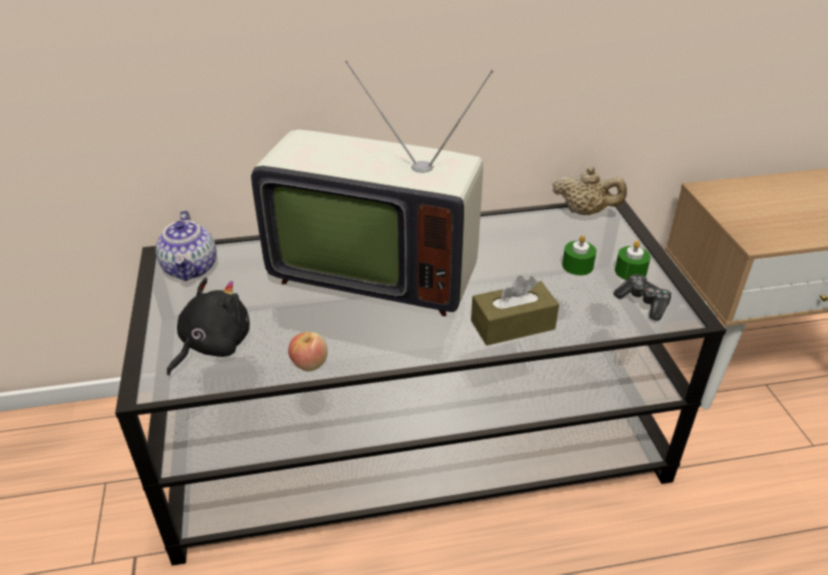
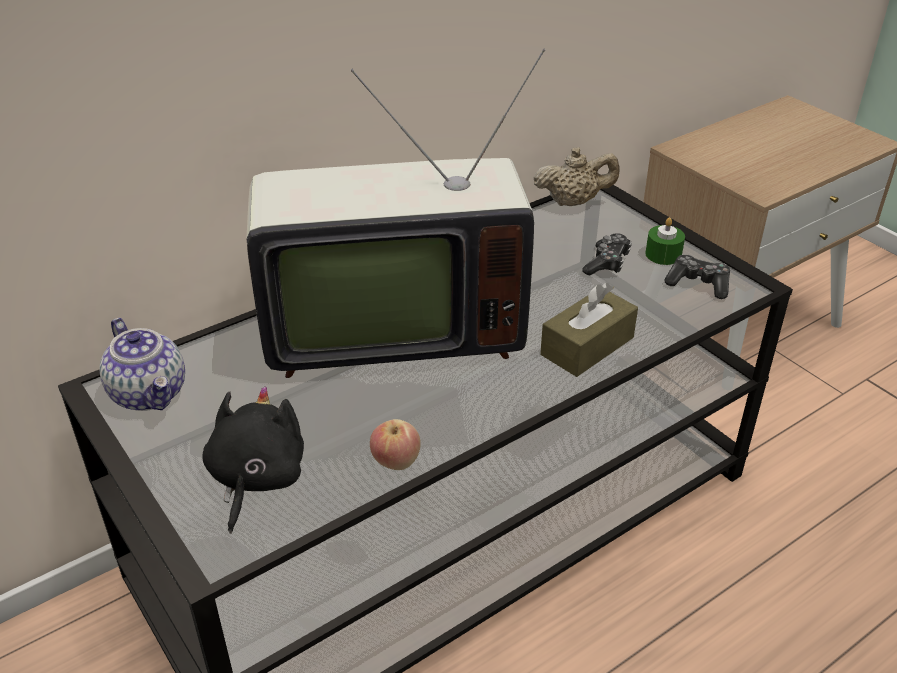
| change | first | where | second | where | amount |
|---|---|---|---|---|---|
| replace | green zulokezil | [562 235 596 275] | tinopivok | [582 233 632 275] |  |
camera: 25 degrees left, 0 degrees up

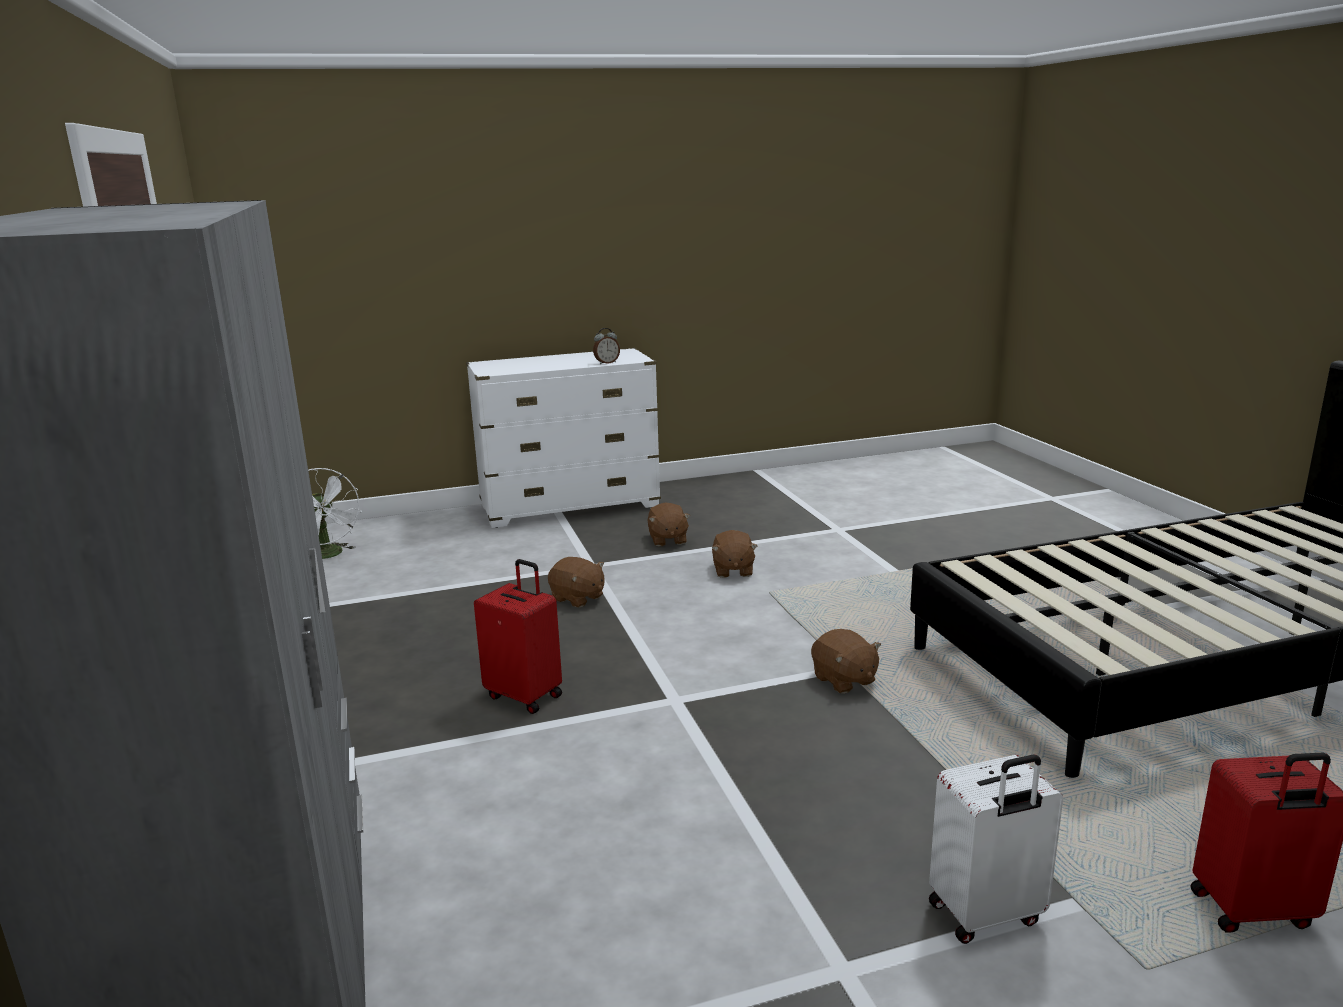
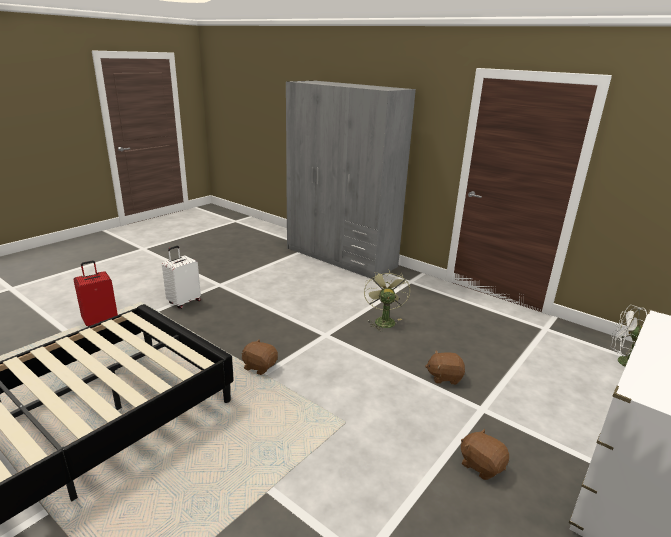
| change | first | where | second | where | amount |
|---|---|---|---|---|---|
| delete | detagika | [593 328 620 365] |  |  |  |
| delete | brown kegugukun | [712 530 757 578] |  |  |  |
| replace | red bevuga | [474 559 562 714] | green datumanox | [364 269 410 331] |  |
camera: 145 degrees right, 5 degrees up

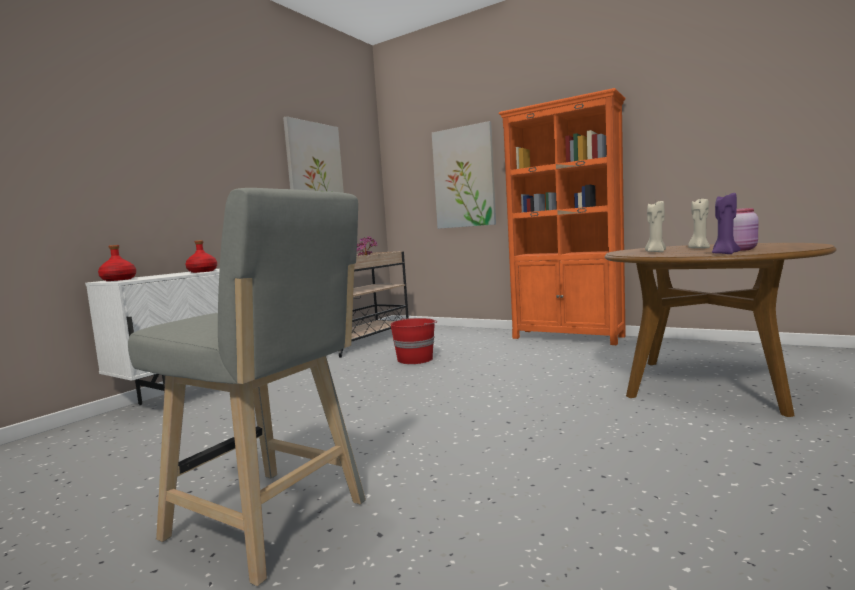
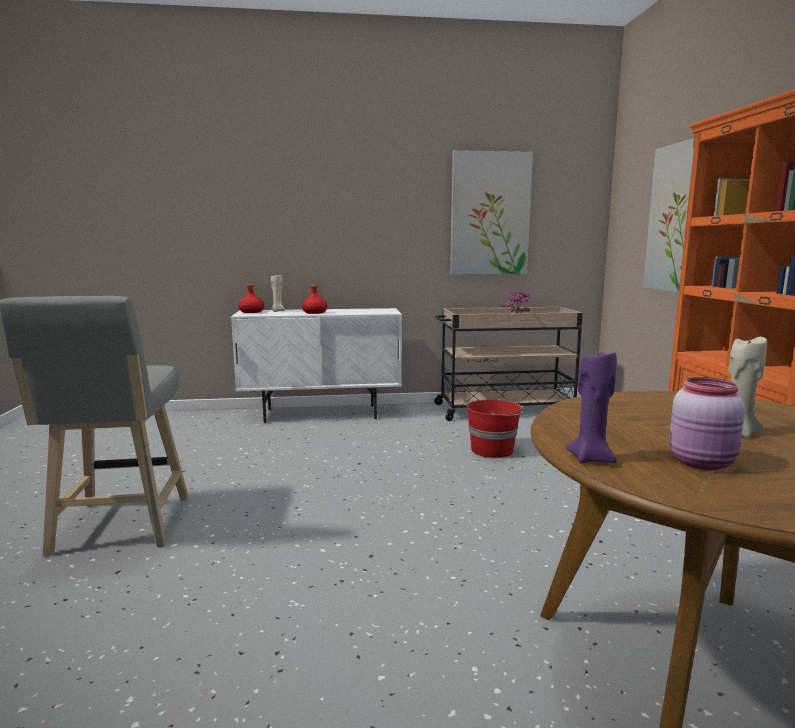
| change | first | where | second | where | amount |
|---|---|---|---|---|---|
| move | beige zulokezil | [645 201 666 252] |  | [270 275 285 312] |  |
camera: 50 degrees right, 5 degrees up

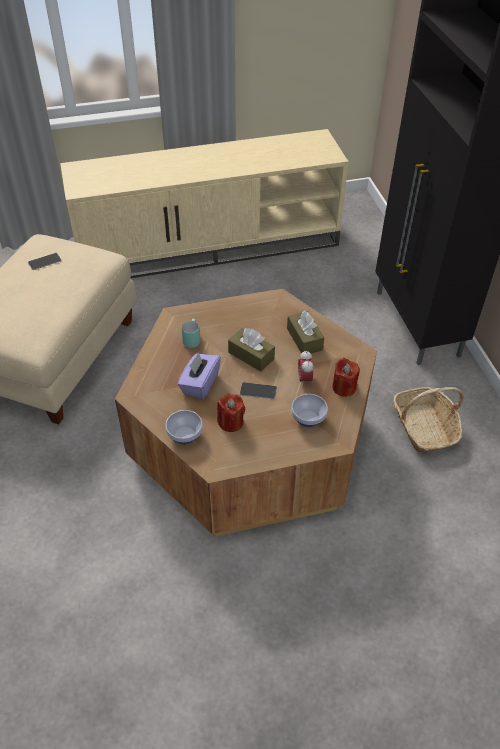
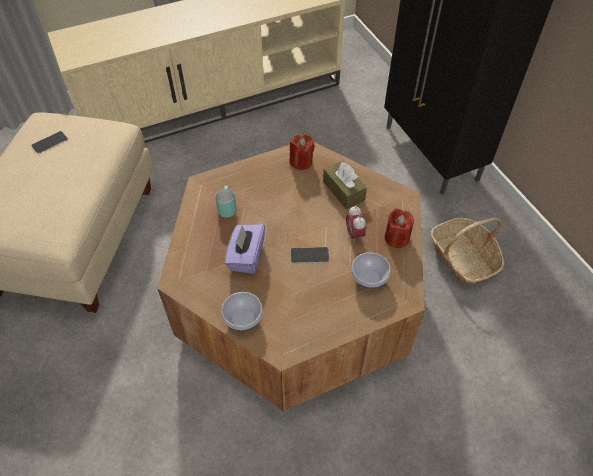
| change | first | where | second | where | amount |
|---|---|---|---|---|---|
| delete | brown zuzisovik | [228 328 275 372] |  |  |  |
| move | red zulokezil | [217 393 246 432] |  | [289 134 315 170] |  |
camera: 10 degrees left, 5 degrees up

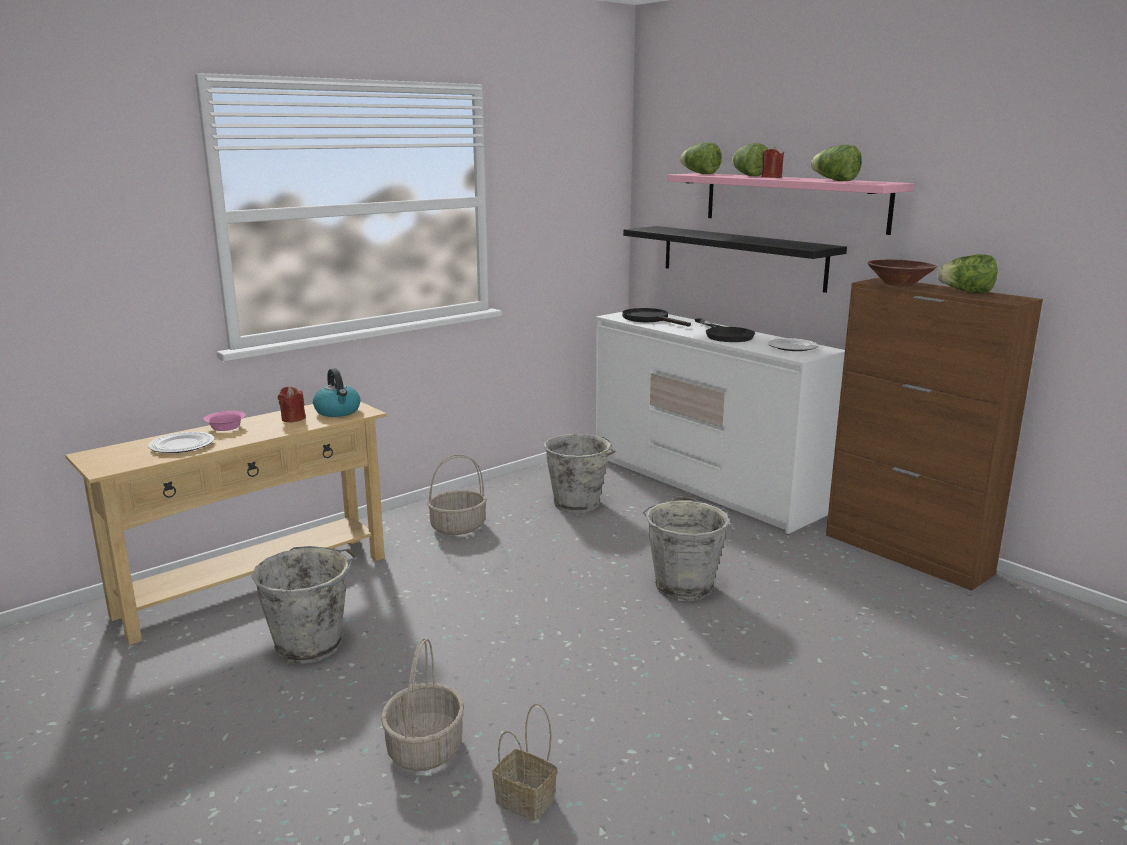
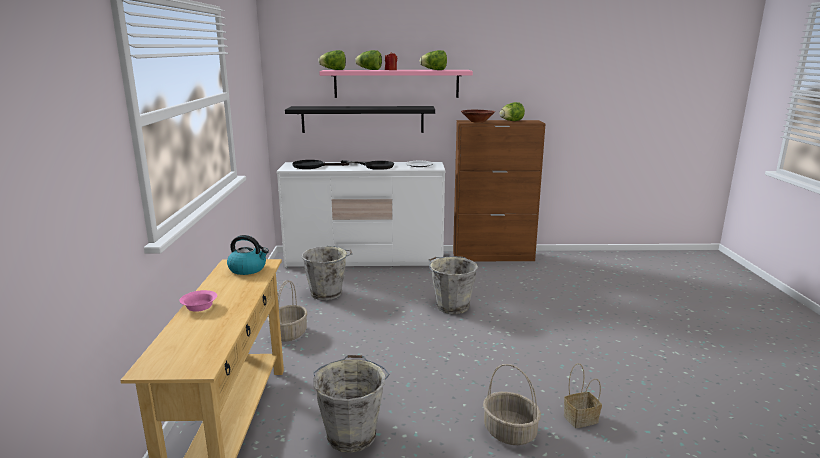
| change | first | where | second | where | amount |
|---|---|---|---|---|---|
| delete | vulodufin | [148 432 214 453] |  |  |  |
| delete | red zulokezil | [278 387 306 422] |  |  |  |
camera: 50 degrees left, 0 degrees up

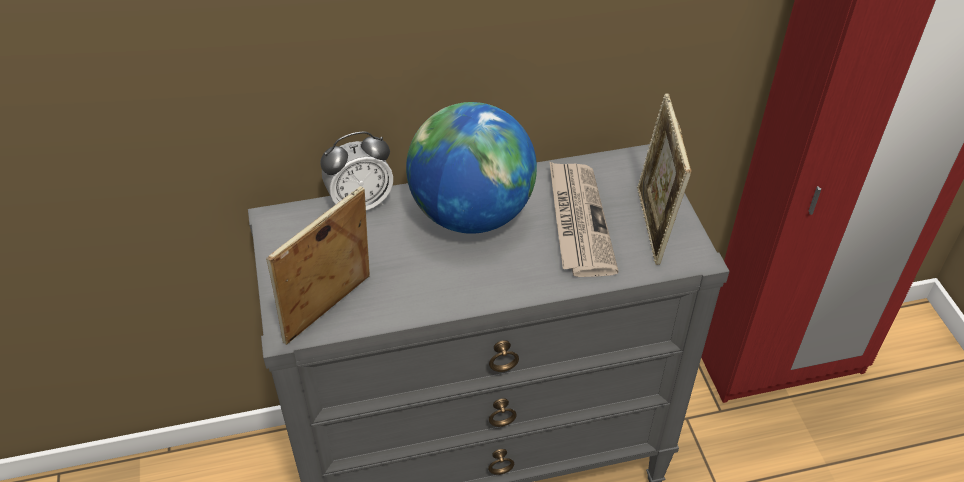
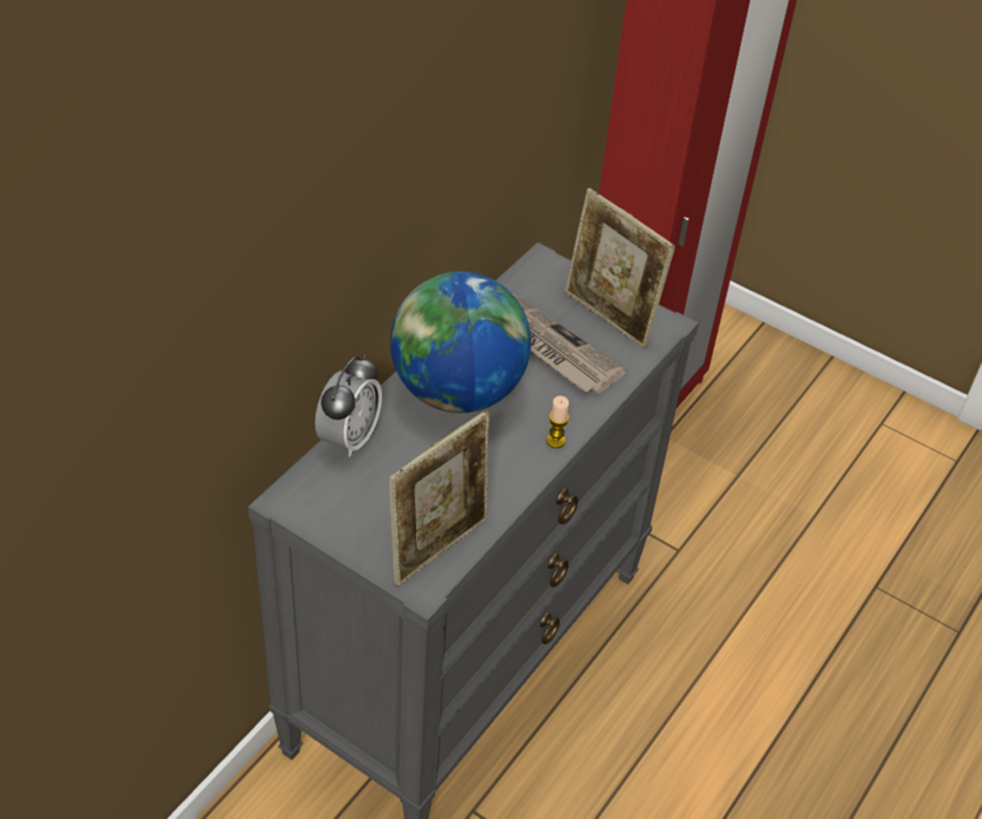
| change | first | where | second | where | amount |
|---|---|---|---|---|---|
| insert |  |  | zulokezil | [546 396 569 448] |  |
| rotate | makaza | [266 186 370 345] |  | [388 410 489 587] | 135 degrees counterclockwise |
camera: 45 degrees left, 0 degrees up

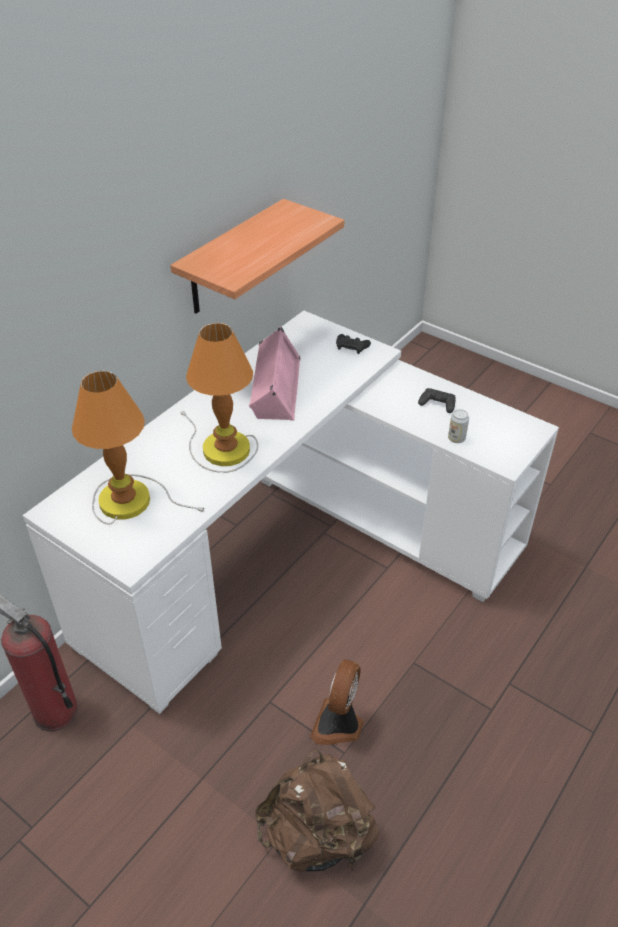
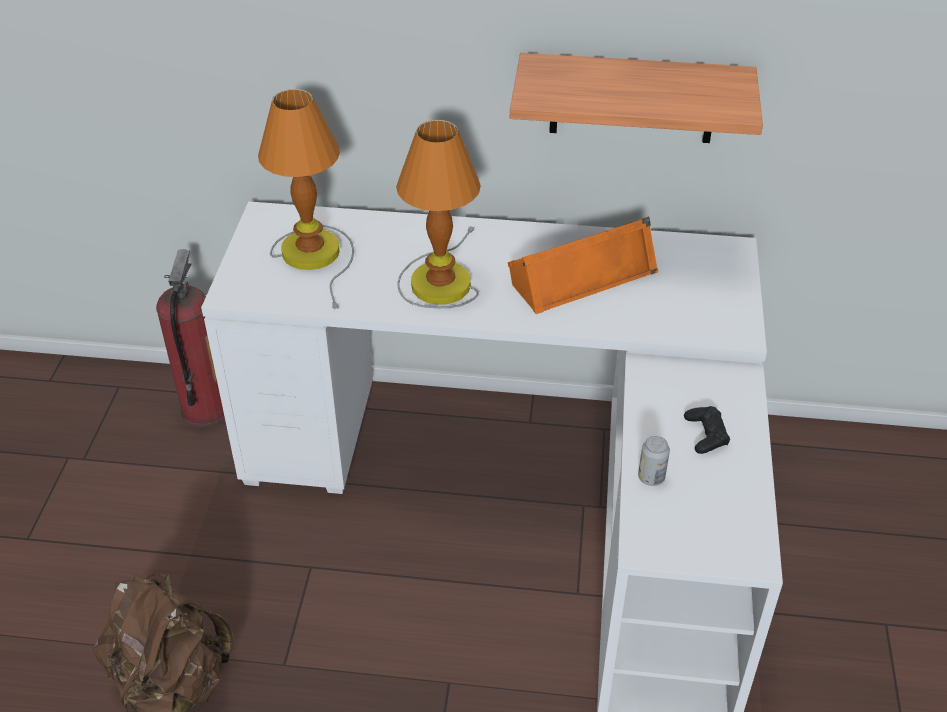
| change | first | where | second | where | amount |
|---|---|---|---|---|---|
| delete | datumanox | [310 659 364 745] |  |  |  |
| delete | black tinopivok | [336 334 371 354] |  |  |  |
| recolor | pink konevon | [249 326 300 420] | orange konevon | [508 216 658 314] |  |
camera: 60 degrees right, 0 degrees up

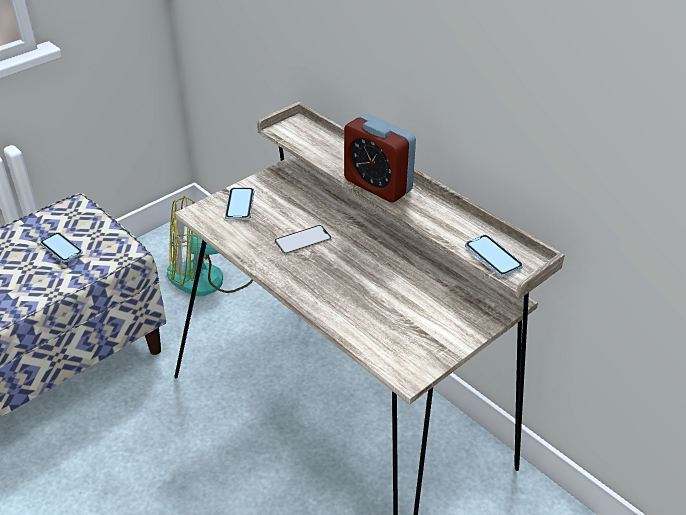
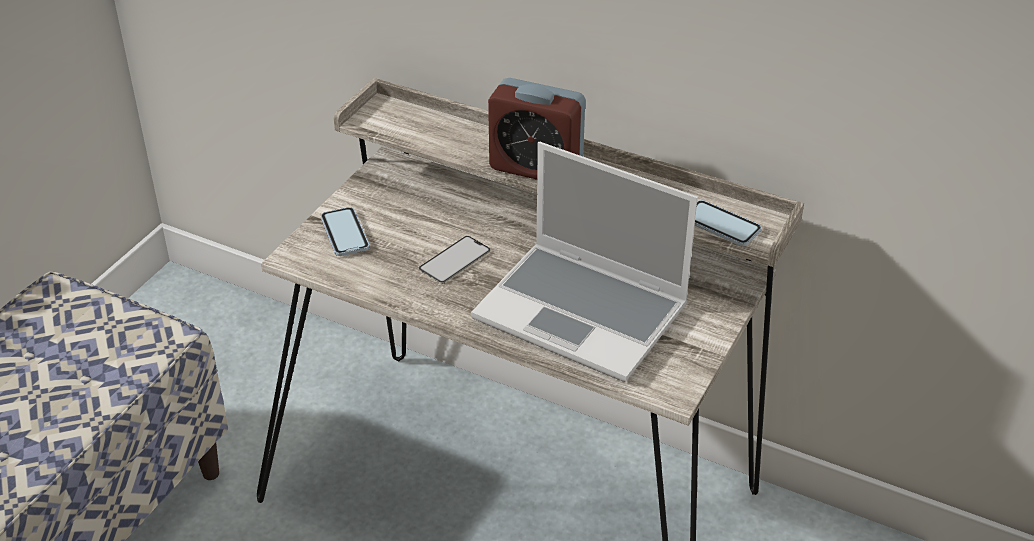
| change | first | where | second | where | amount |
|---|---|---|---|---|---|
| delete | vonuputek | [40 232 83 263] |  |  |  |
| delete | datumanox | [167 196 253 296] |  |  |  |
| insert |  |  | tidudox | [471 142 698 382] |  |
camera: 20 degrees left, 0 degrees up

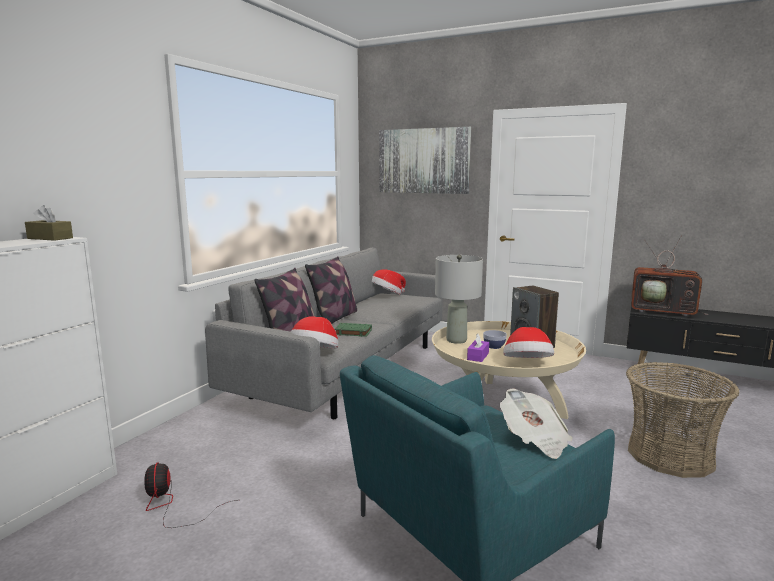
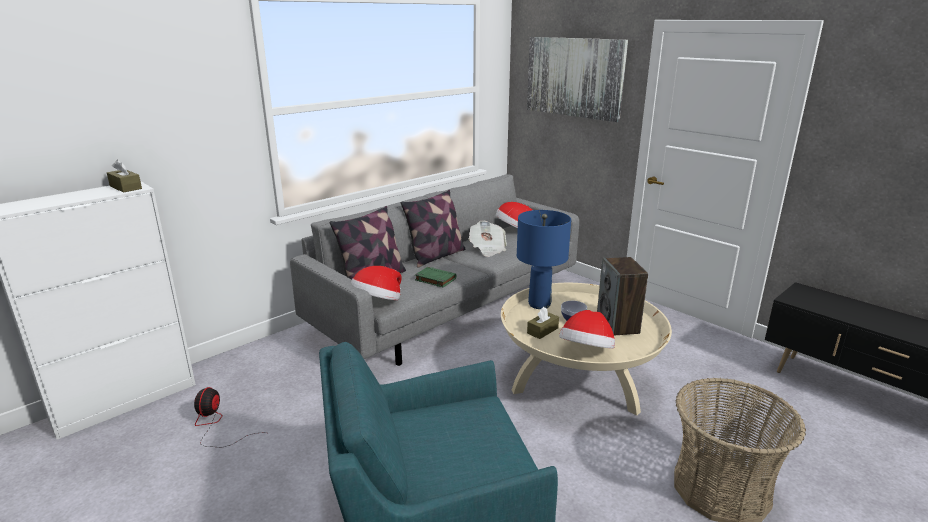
| change | first | where | second | where | amount |
|---|---|---|---|---|---|
| delete | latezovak | [631 235 708 317] |  |  |  |
| move | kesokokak | [500 389 573 459] |  | [469 221 507 257] |  |
| recolor | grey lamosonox | [435 255 483 344] | blue lamosonox | [517 210 571 309] |  |
| recolor | purple zuzisovik | [467 334 489 362] | brown zuzisovik | [527 307 559 339] |  |
camera: 20 degrees right, 10 degrees up

